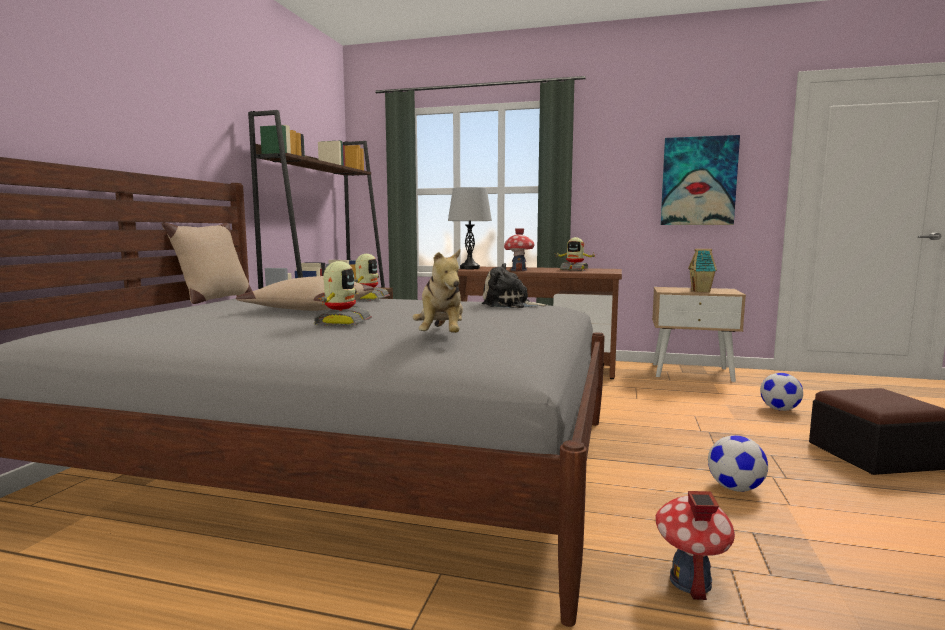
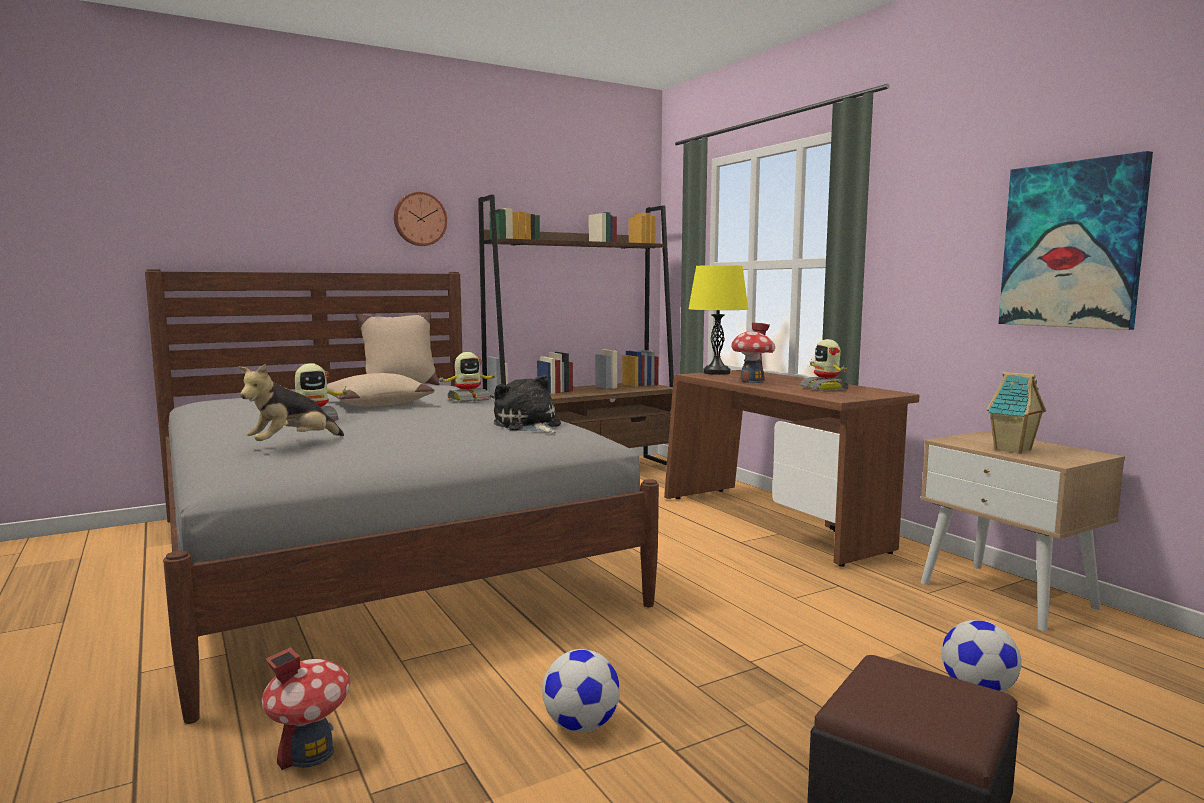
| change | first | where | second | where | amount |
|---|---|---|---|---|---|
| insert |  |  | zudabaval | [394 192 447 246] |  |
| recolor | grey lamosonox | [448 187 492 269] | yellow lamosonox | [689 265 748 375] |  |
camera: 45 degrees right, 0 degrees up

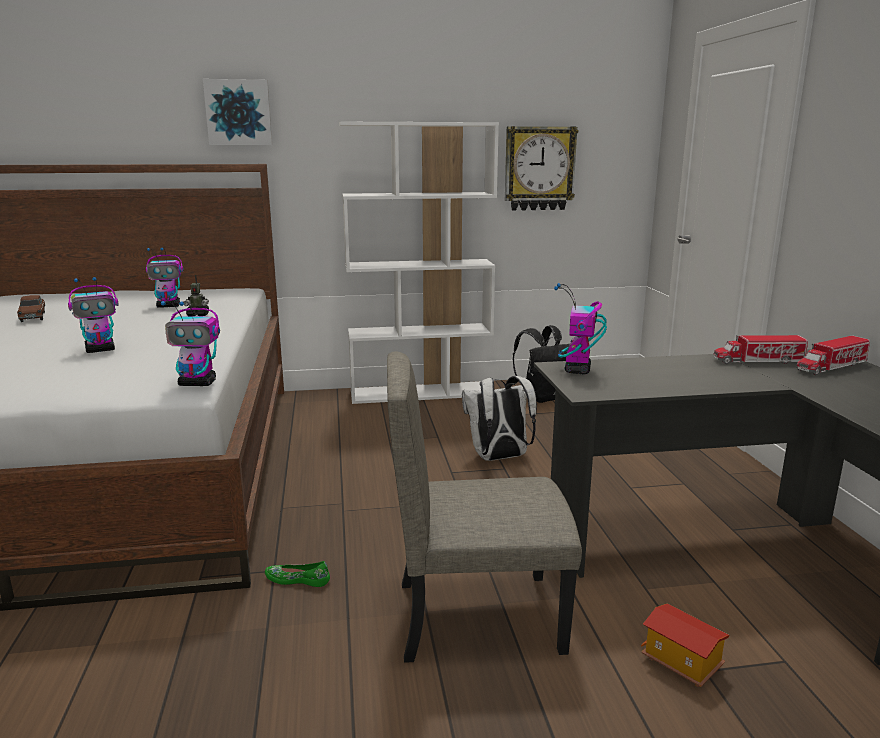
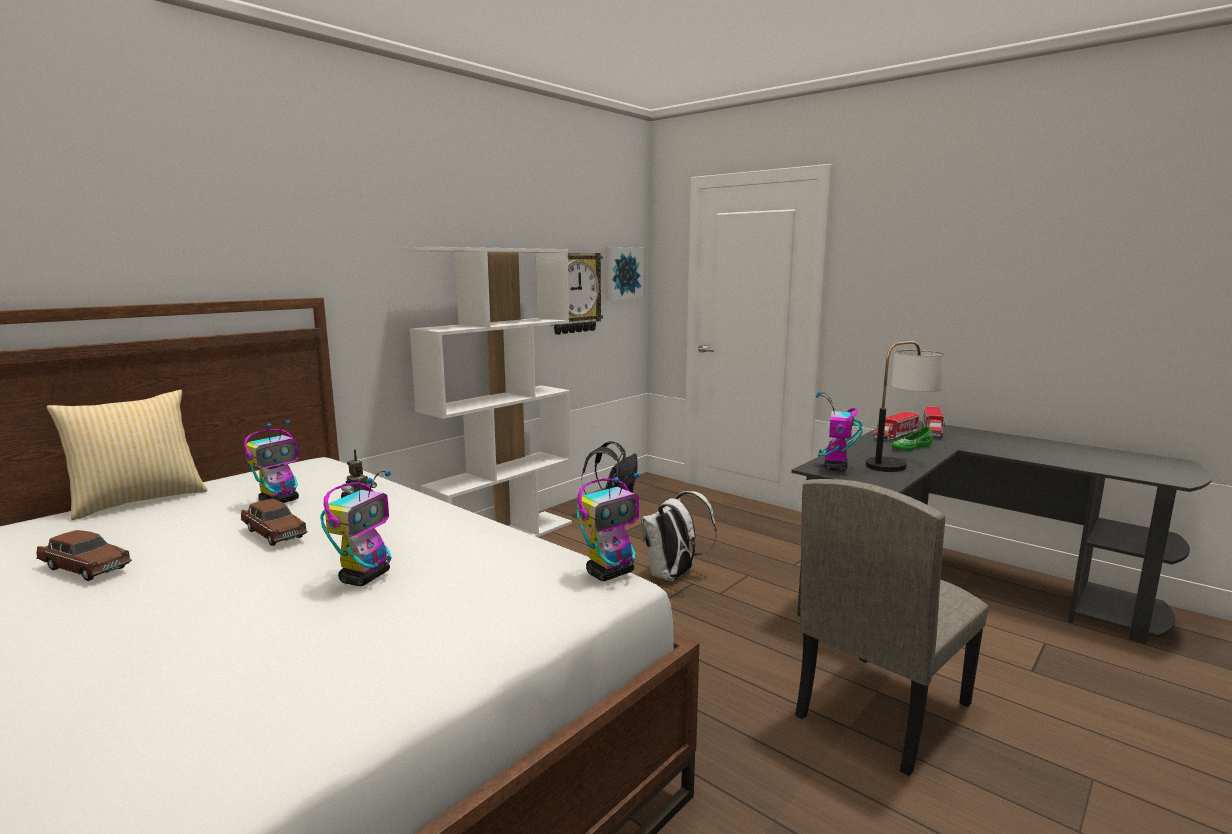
| change | first | where | second | where | amount |
|---|---|---|---|---|---|
| delete | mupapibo | [641 604 729 687] |  |  |  |
| insert |  |  | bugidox | [47 390 208 520] |  |
| insert |  |  | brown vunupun | [241 499 308 546] |  |
| insert |  |  | lamosonox | [866 341 945 472] |  |
| move | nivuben | [203 79 272 145] |  | [606 247 644 301] |  |
| move | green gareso | [265 561 330 587] |  | [892 427 932 451] |  |
| rotate | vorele | [554 283 607 374] |  | [816 392 863 471] | 45 degrees clockwise |
camera: 40 degrees left, 5 degrees down

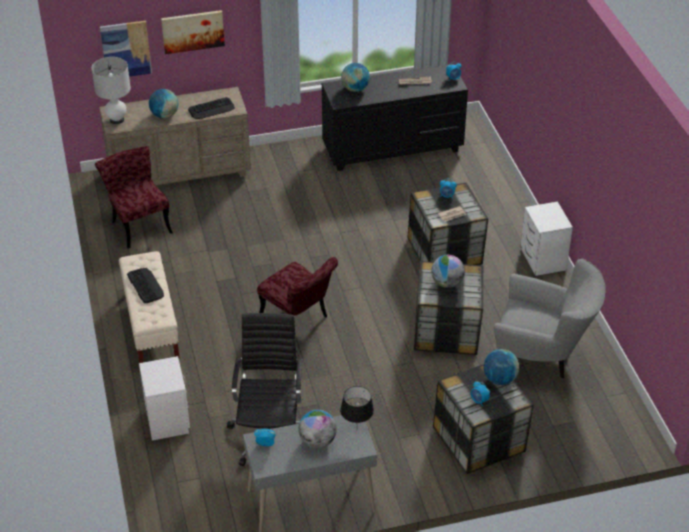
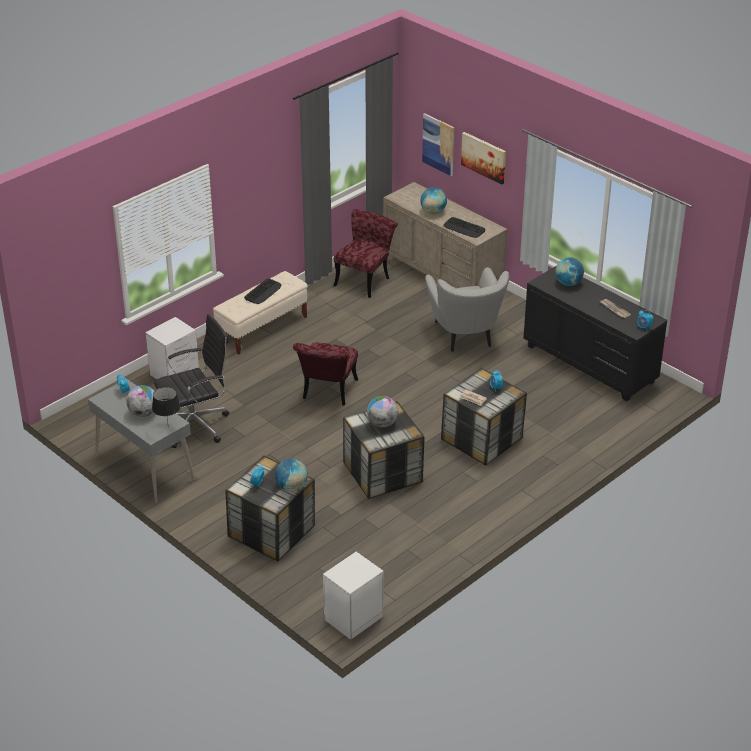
| change | first | where | second | where | amount |
|---|---|---|---|---|---|
| delete | white lamosonox | [92 57 131 124] |  |  |  |
| move | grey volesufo | [494 259 606 379] |  | [425 267 509 352] |  |
| move | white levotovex | [521 202 573 276] |  | [323 552 383 640] |  |
camera: 60 degrees right, 5 degrees down

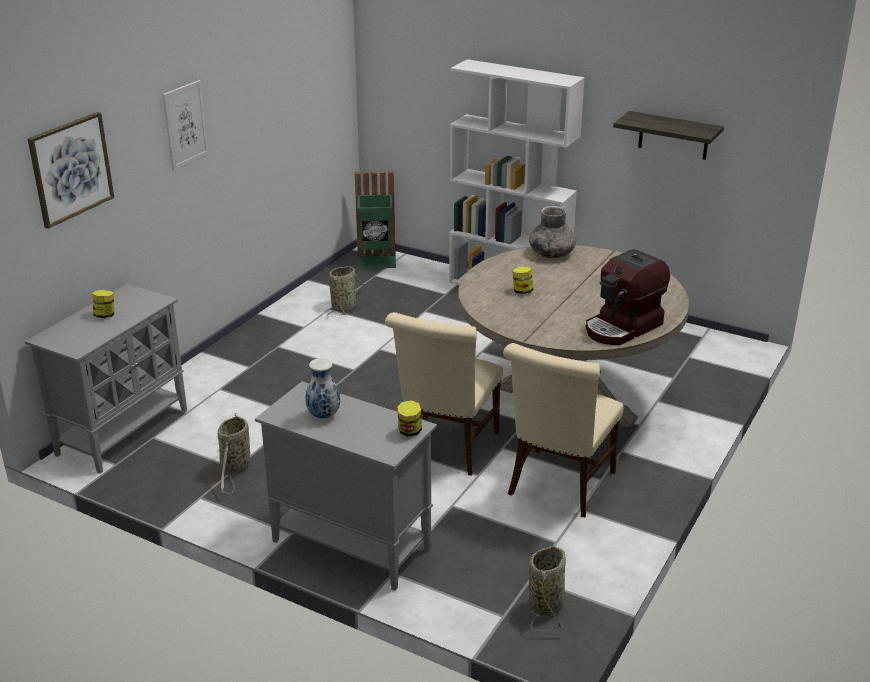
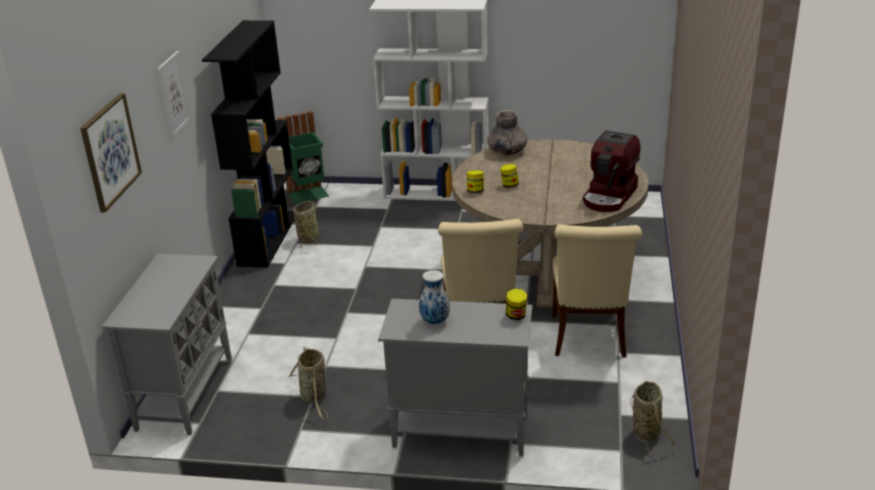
| change | first | where | second | where | amount |
|---|---|---|---|---|---|
| delete | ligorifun | [613 111 724 160] |  |  |  |
| insert |  |  | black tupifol | [202 20 295 268] |  |
| move | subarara | [92 290 114 318] |  | [467 170 484 193] |  |
camera: 20 degrees left, 0 degrees up

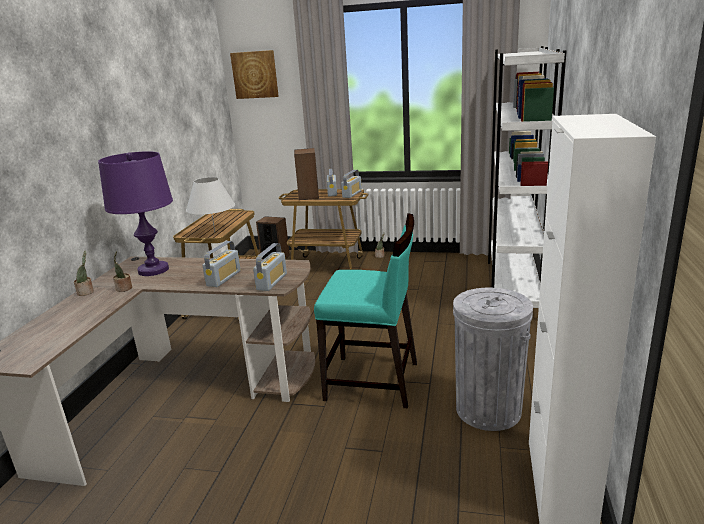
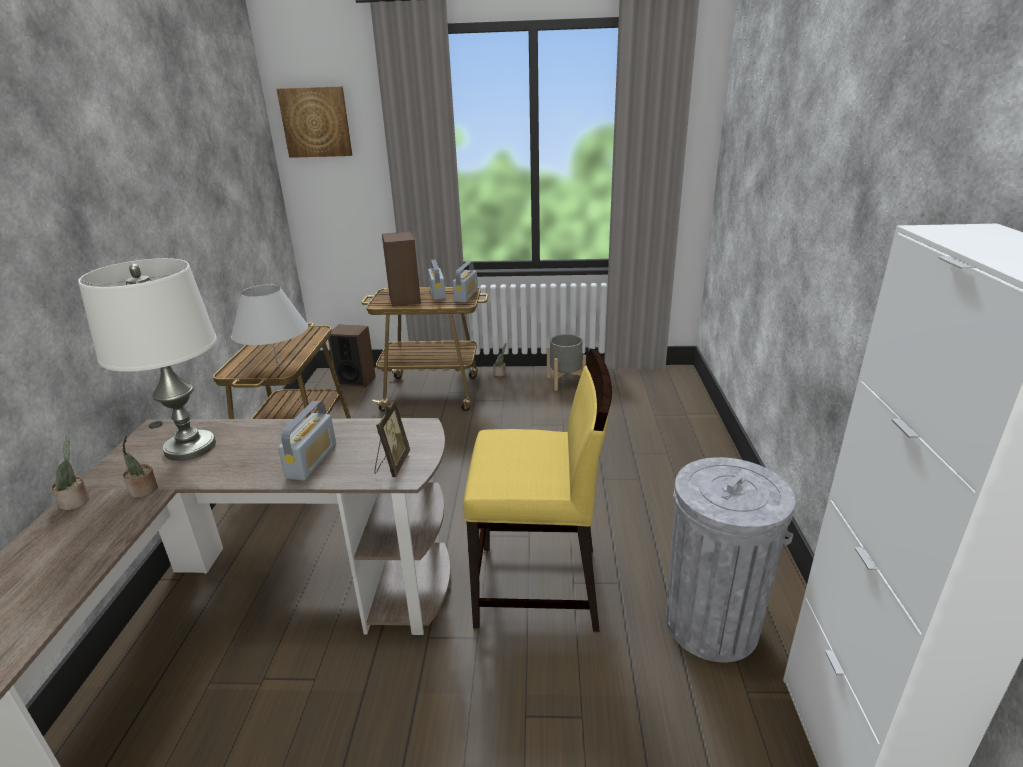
| change | first | where | second | where | amount |
|---|---|---|---|---|---|
| delete | white tupifol | [488 46 567 308] |  |  |  |
| insert |  |  | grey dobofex | [547 334 586 391] |  |
| replace | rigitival | [253 243 287 291] | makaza | [374 400 410 477] |  |
| recolor | purple lamosonox | [98 151 173 276] | white lamosonox | [78 258 217 461] |  |
| recolor | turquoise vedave | [314 213 417 409] | yellow vedave | [463 349 612 632] |  |
camera: 10 degrees left, 5 degrees up

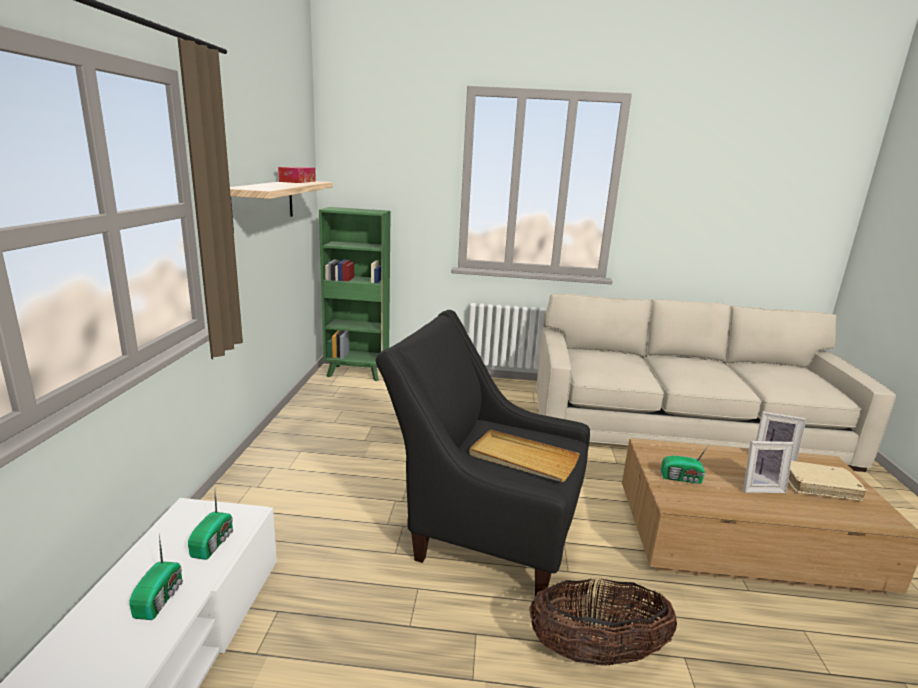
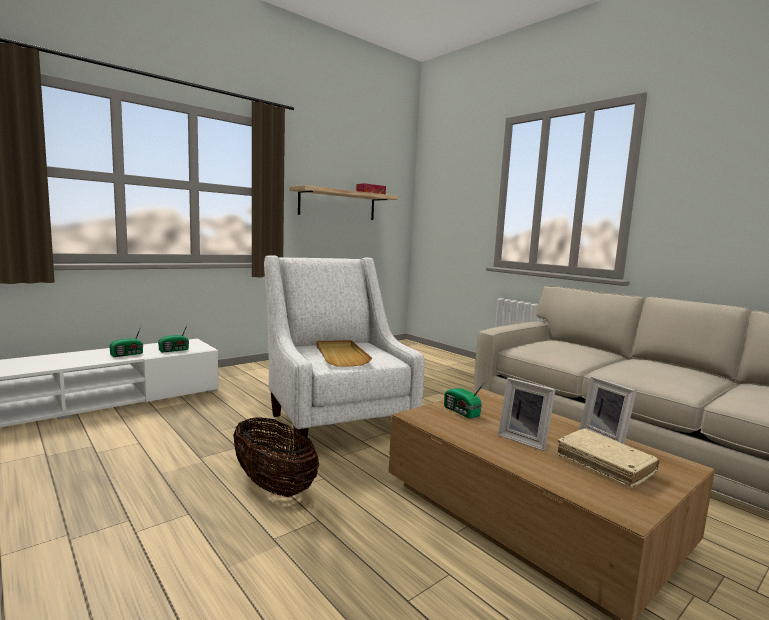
| change | first | where | second | where | amount |
|---|---|---|---|---|---|
| delete | green tupifol | [319 207 391 381] |  |  |  |
| recolor | black volesufo | [375 310 590 597] | white volesufo | [264 255 425 450] |  |
camera: 45 degrees right, 10 degrees down

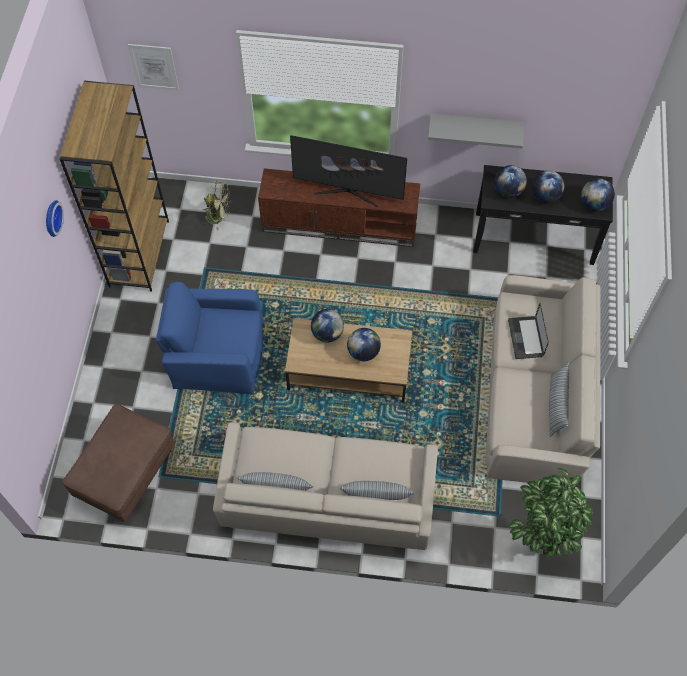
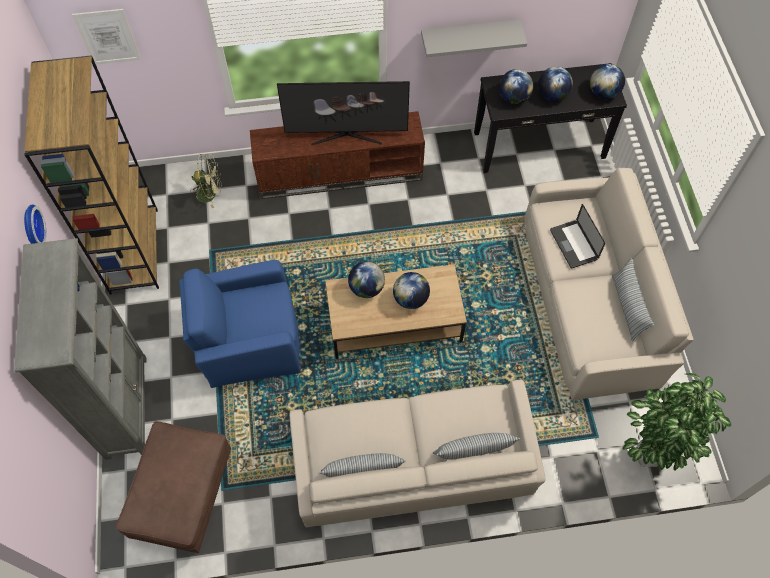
| change | first | where | second | where | amount |
|---|---|---|---|---|---|
| insert |  |  | grey tupifol | [14 238 146 460] |  |
camera: 15 degrees left, 0 degrees up

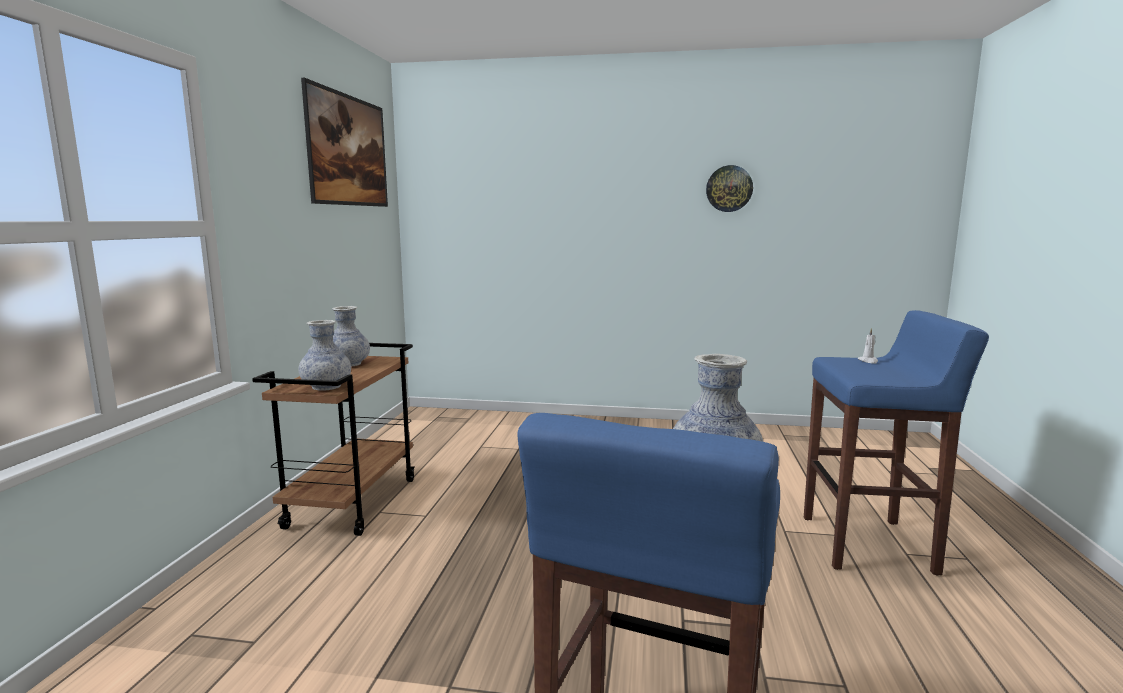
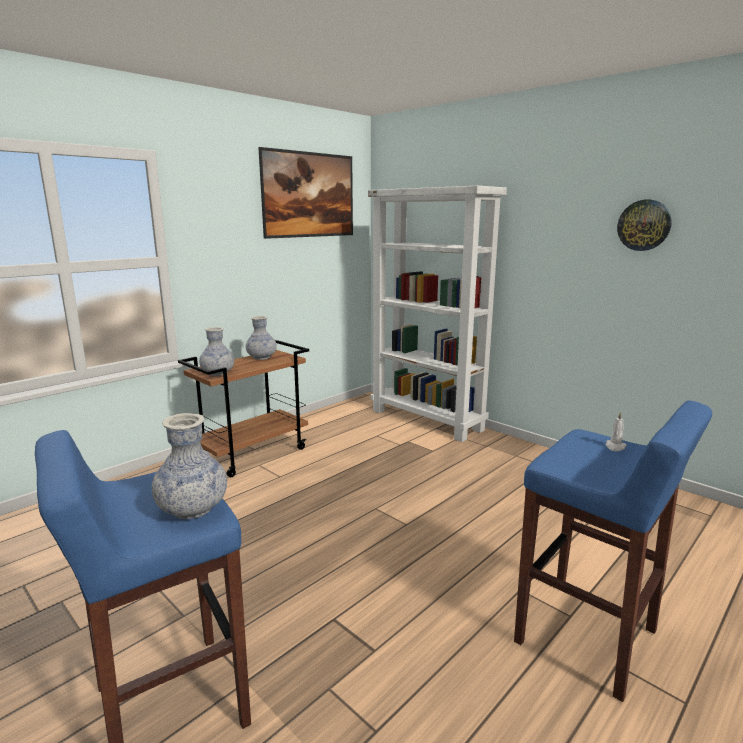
| change | first | where | second | where | amount |
|---|---|---|---|---|---|
| insert |  |  | white tupifol | [368 186 507 442] |  |
camera: 35 degrees right, 5 degrees up

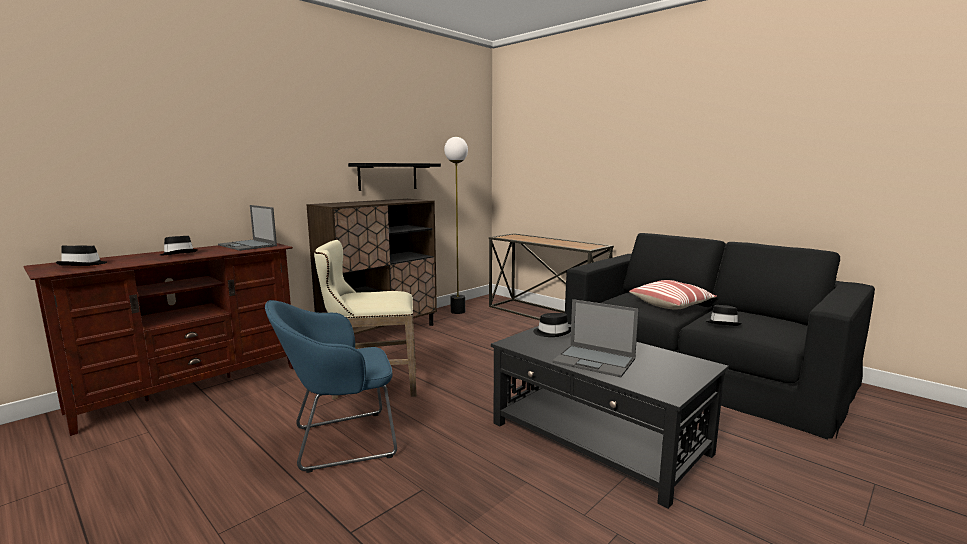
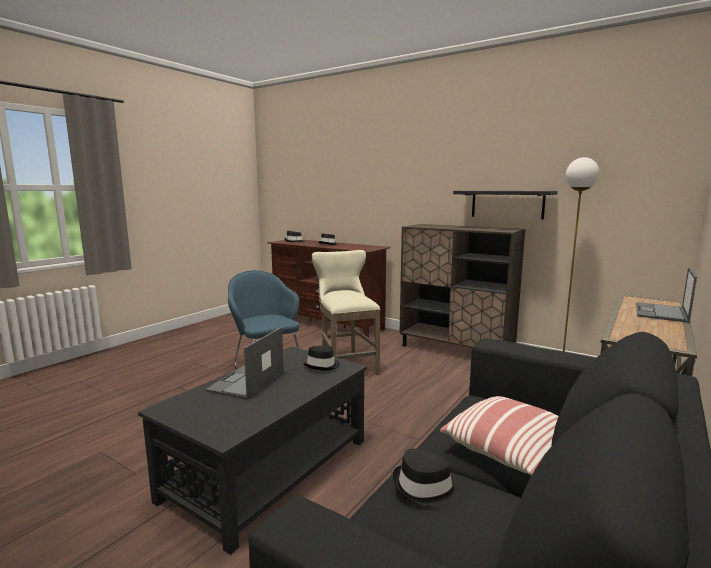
| change | first | where | second | where | amount |
|---|---|---|---|---|---|
| move | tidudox | [218 205 277 251] |  | [636 268 697 323] |  |
camera: 80 degrees right, 0 degrees up

